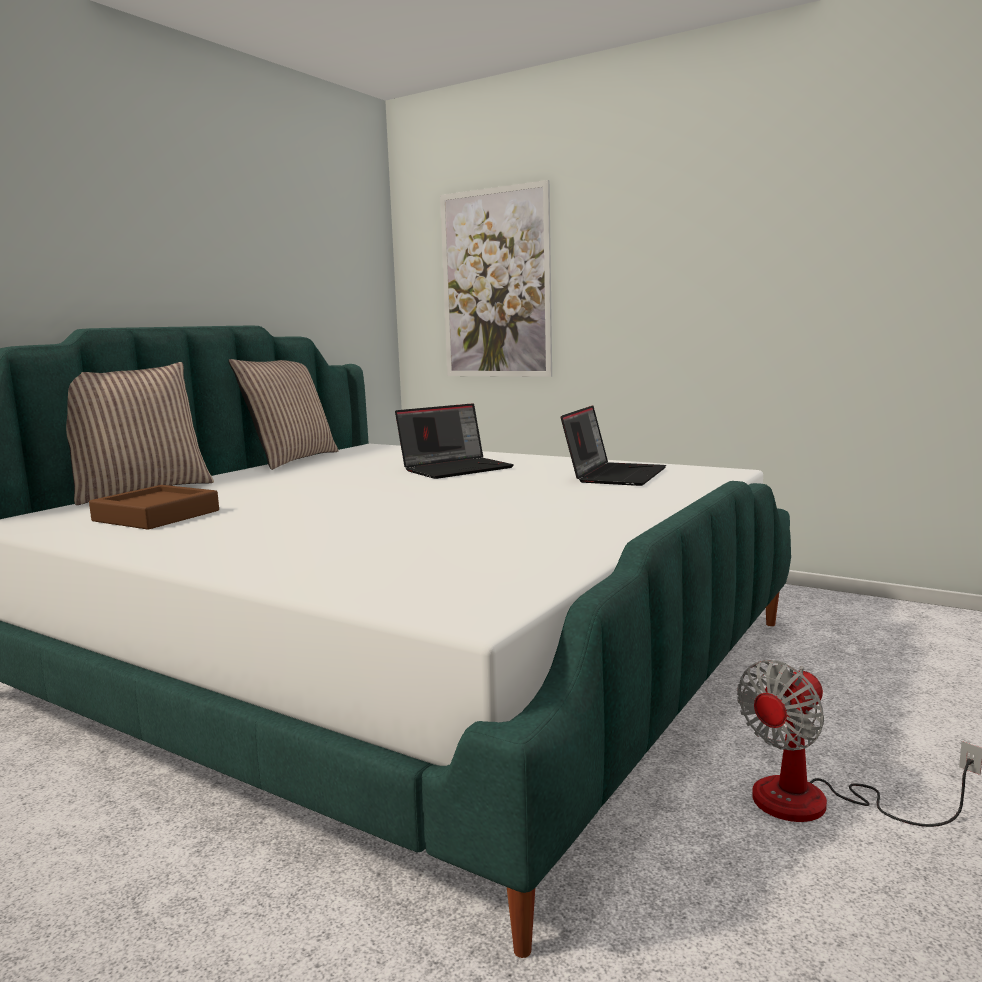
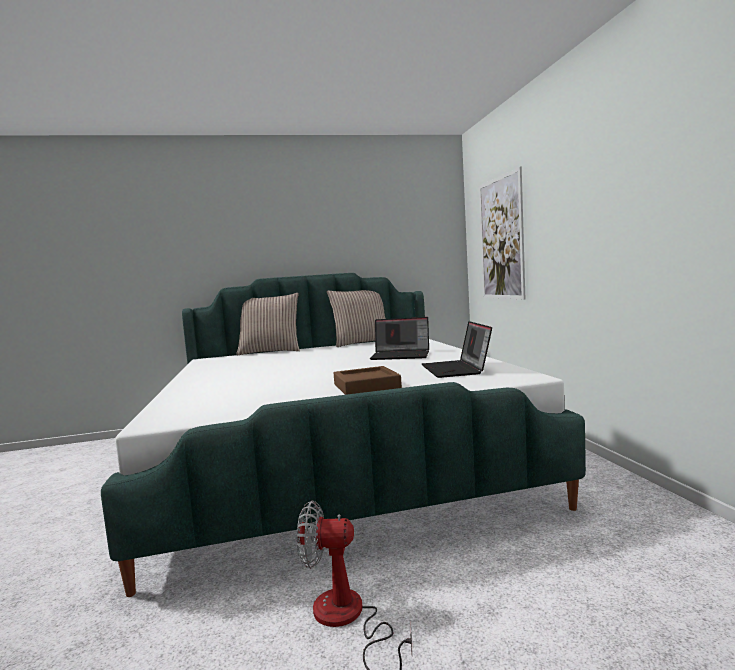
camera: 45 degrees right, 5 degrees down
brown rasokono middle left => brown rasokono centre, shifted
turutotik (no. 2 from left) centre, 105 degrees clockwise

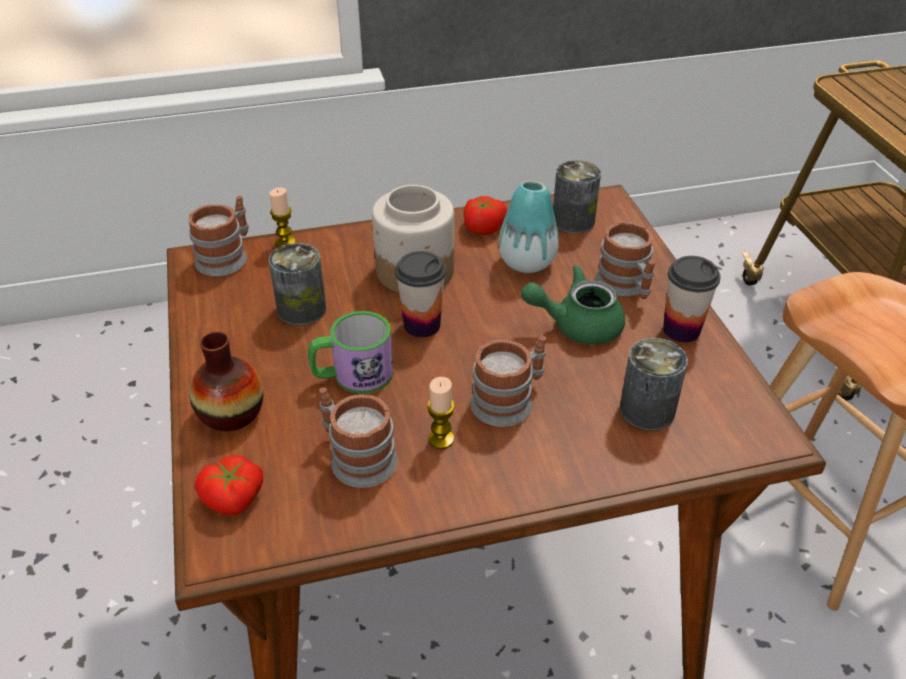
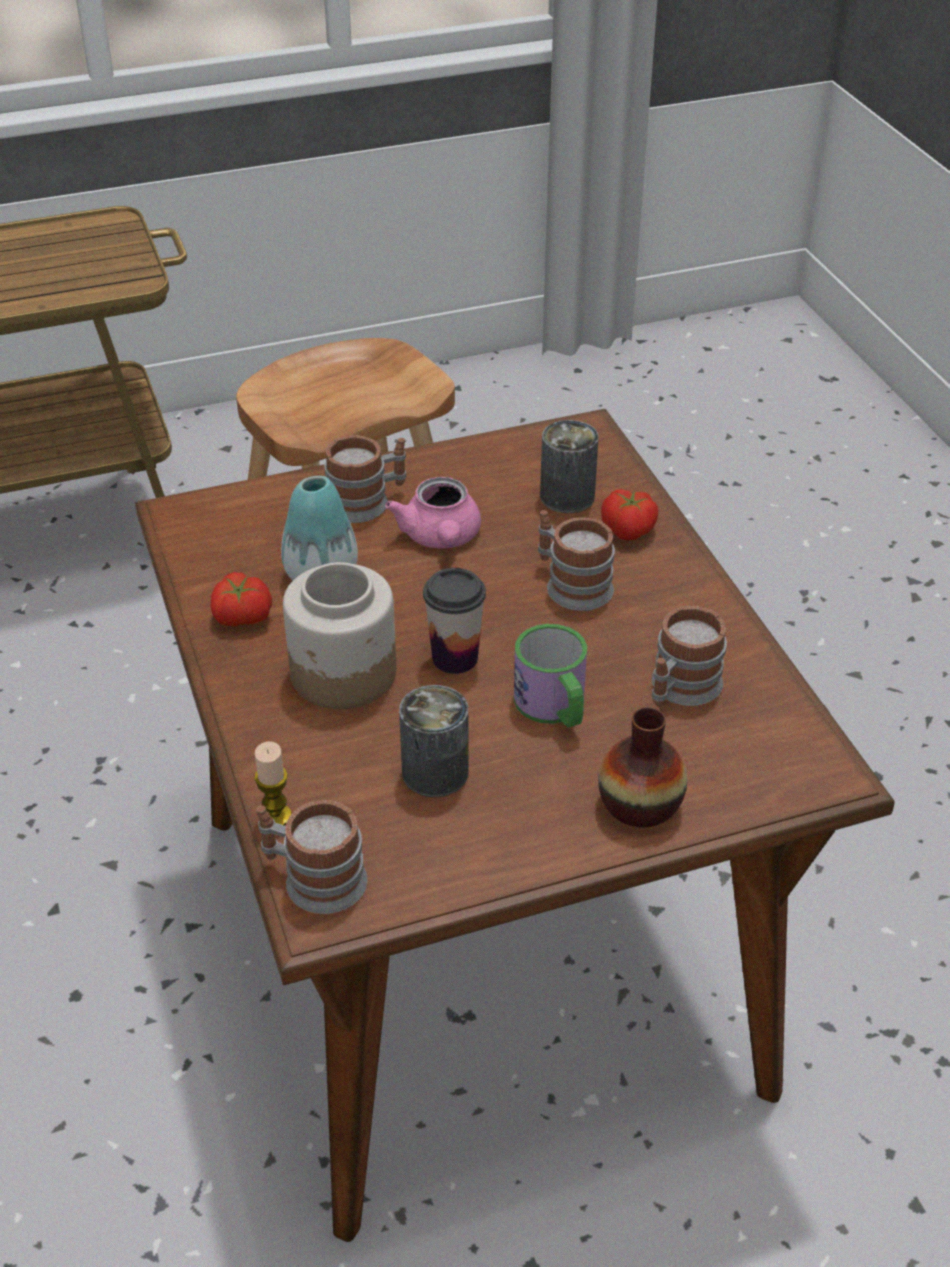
camera: 95 degrees left, 0 degrees up
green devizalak centre => pink devizalak centre
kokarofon (no. 1 from left in the first image) bottom left => kokarofon (no. 2 from left) centre, shifted
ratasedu (no. 2 from left) centre => nothing
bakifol (no. 2 from left) top centre => nothing
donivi (no. 2 from left) middle right => nothing

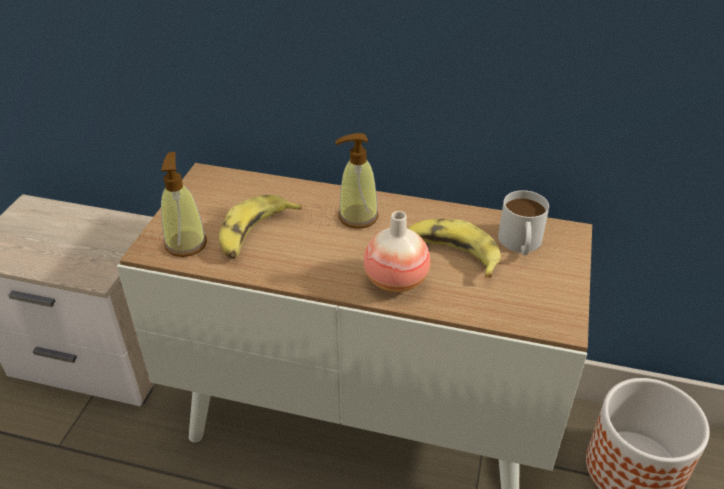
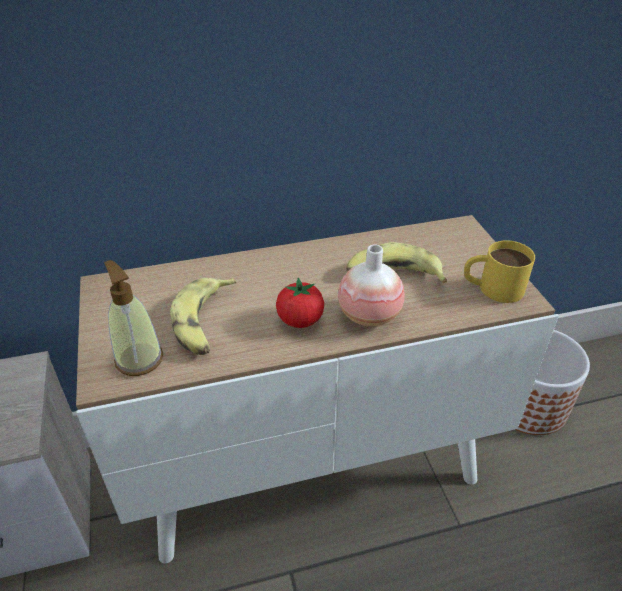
camera: 30 degrees left, 0 degrees up
nothing => kokarofon centre
nothing => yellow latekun middle right
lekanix (no. 2 from left) centre => nothing
white latekun middle right => nothing

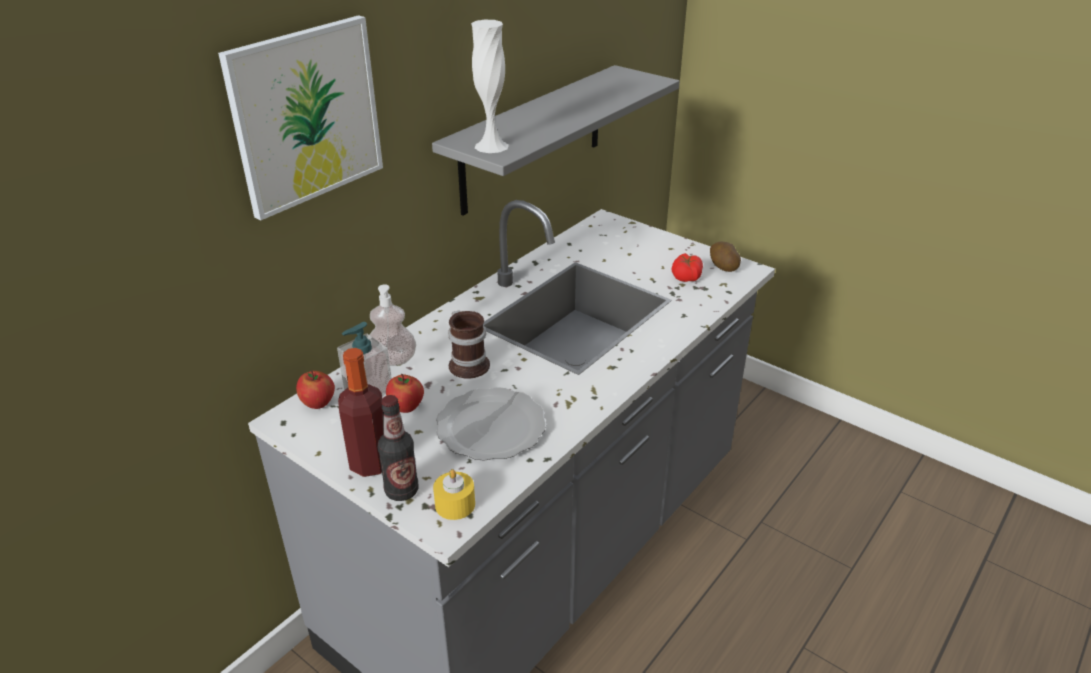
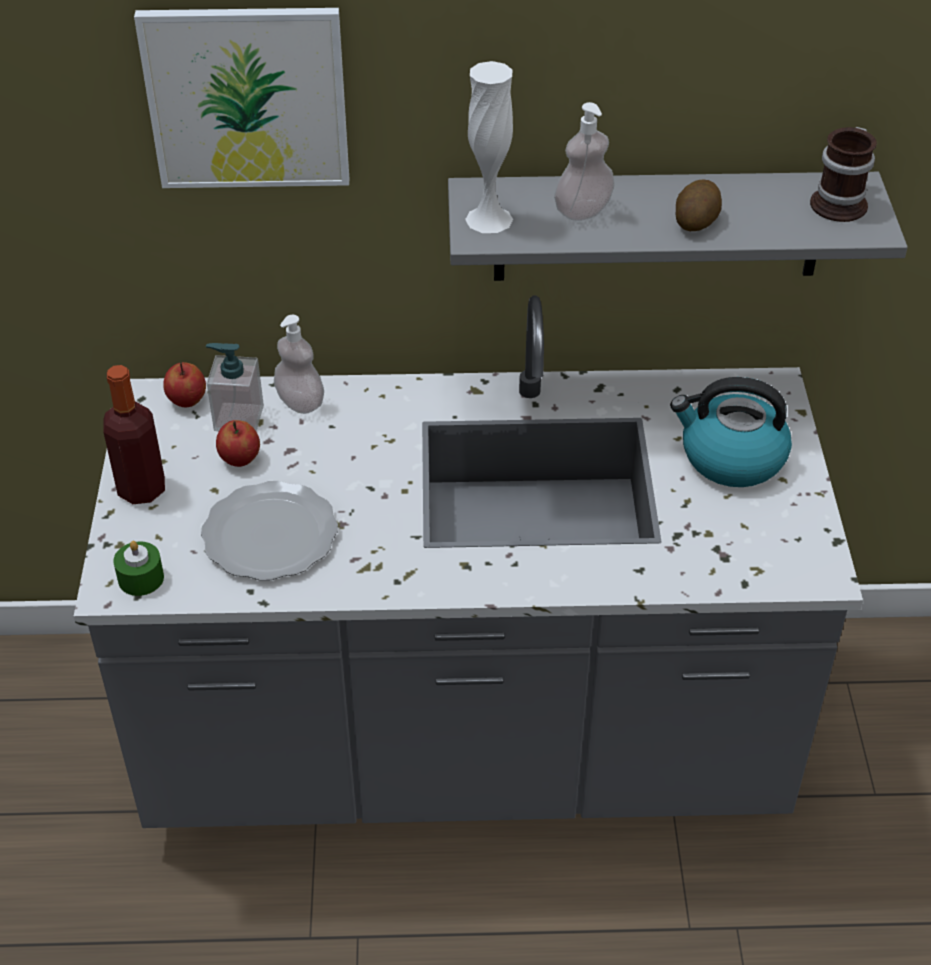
camera: 50 degrees right, 10 degrees up
yellow ratasedu bottom centre => green ratasedu middle left
nothing => lekanix (no. 3 from left) top centre
nothing => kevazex middle right
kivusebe centre => kivusebe top right, shifted
latekun centre => latekun top right, shifted
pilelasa (no. 2 from left) centre => nothing
kokarofon centre => nothing

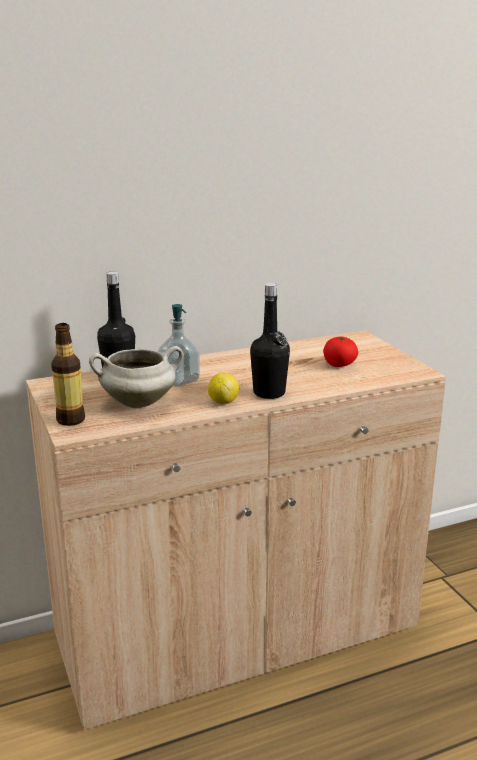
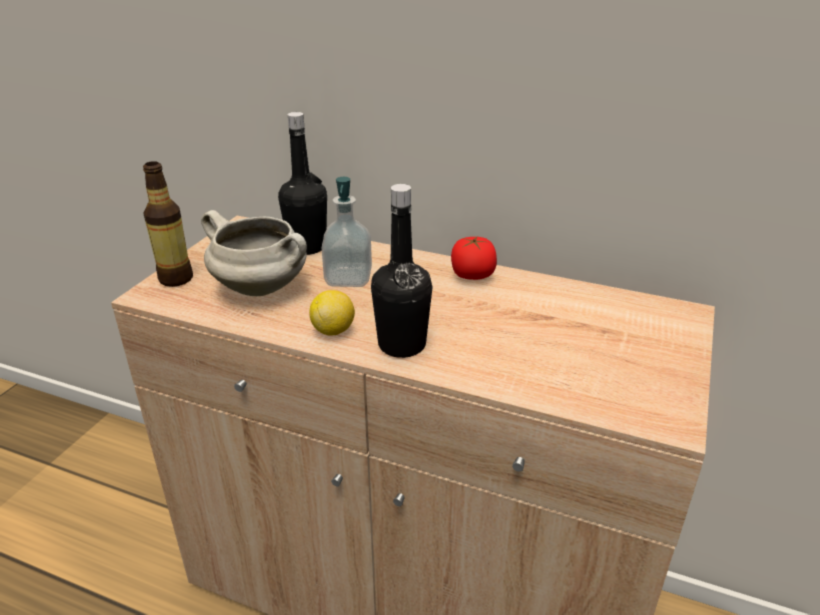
camera: 45 degrees right, 10 degrees up
kokarofon middle right => kokarofon centre, shifted

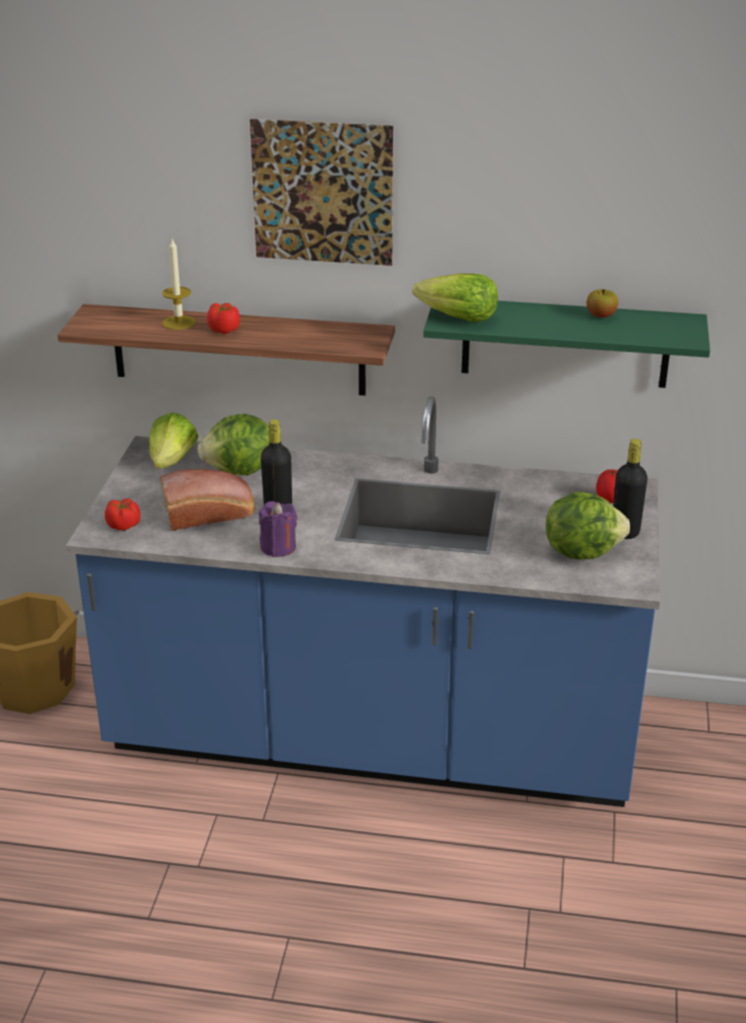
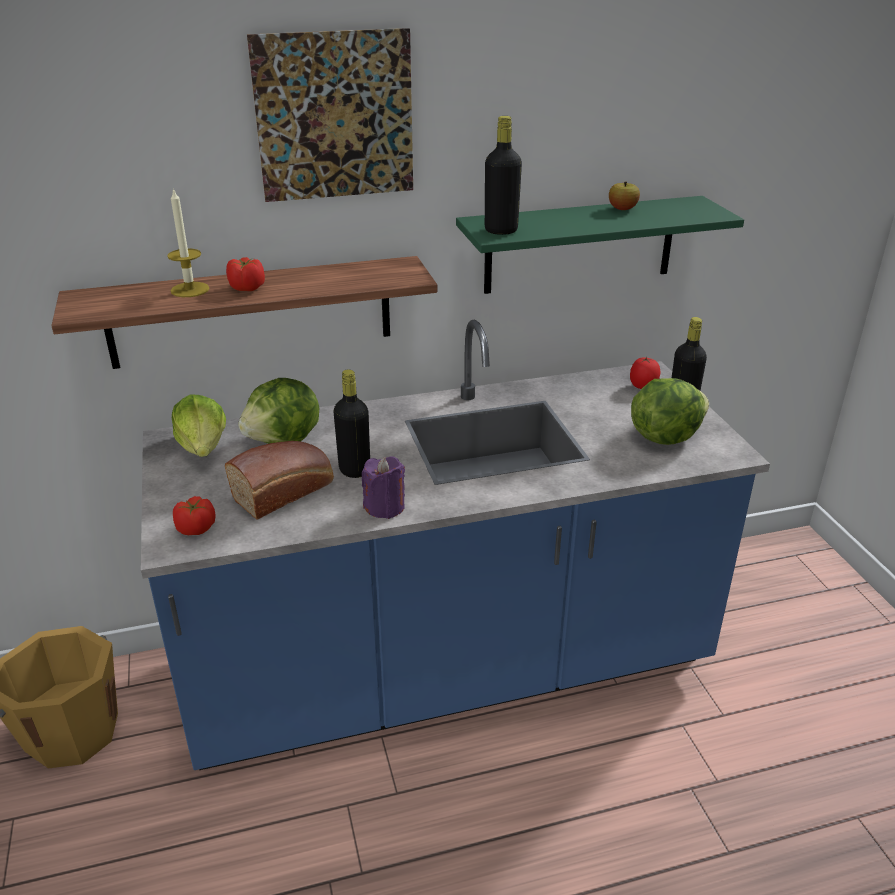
camera: 25 degrees left, 0 degrees up
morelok (no. 3 from left) top centre => black pilelasa (no. 2 from left) top centre

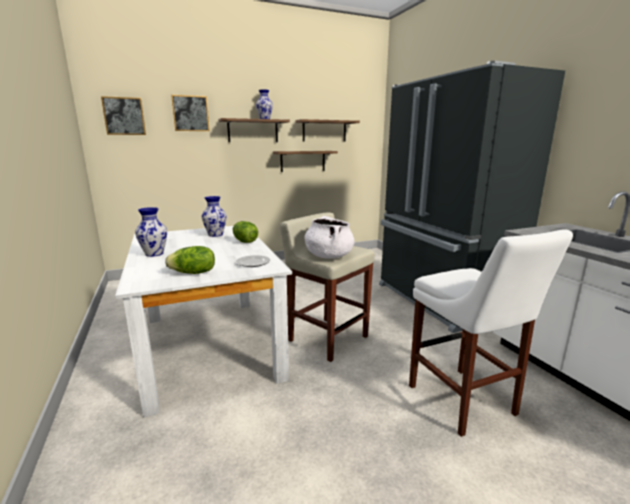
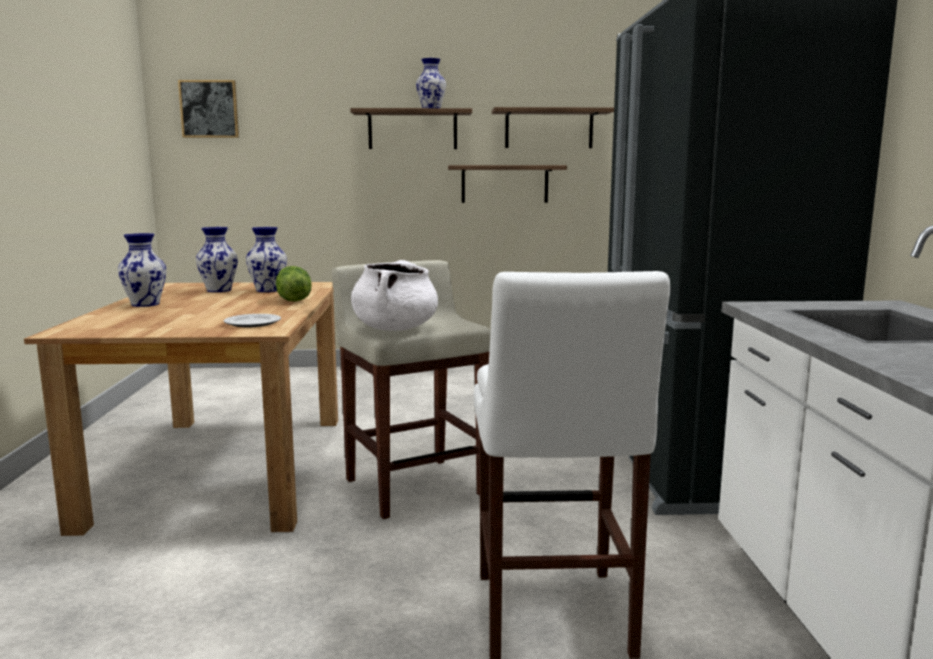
camera: 20 degrees right, 5 degrees down
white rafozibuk middle left => brown rafozibuk middle left
nothing => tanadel (no. 2 from left) middle left
morelok (no. 1 from left) middle left => nothing
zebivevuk (no. 2 from left) top left => nothing

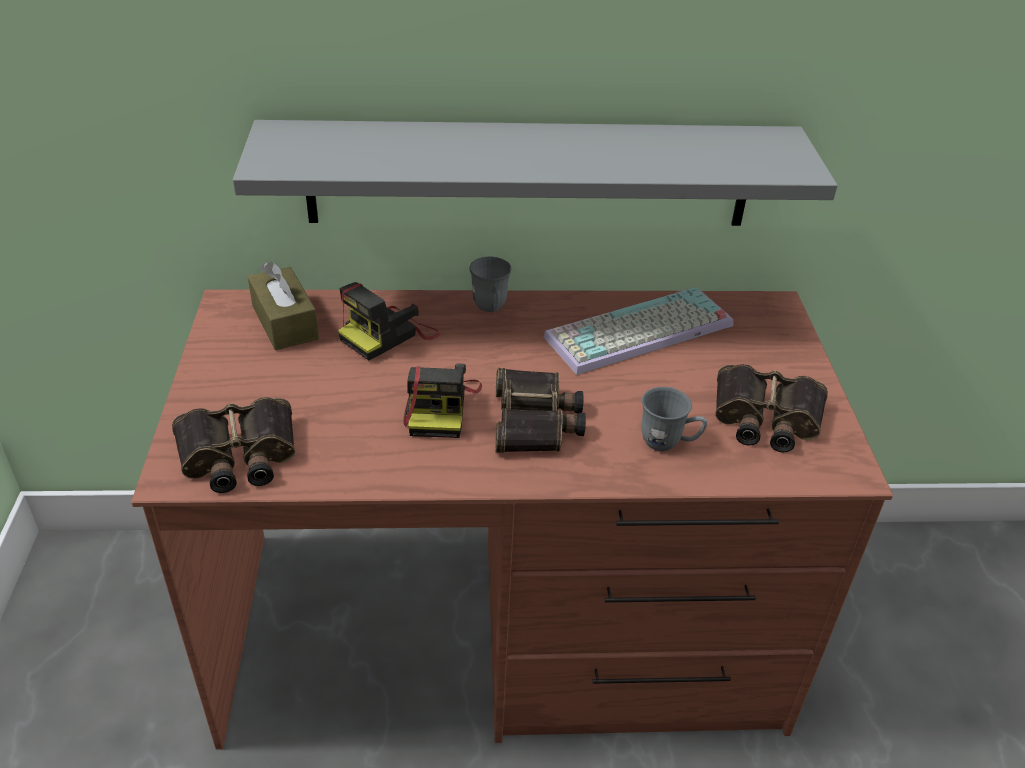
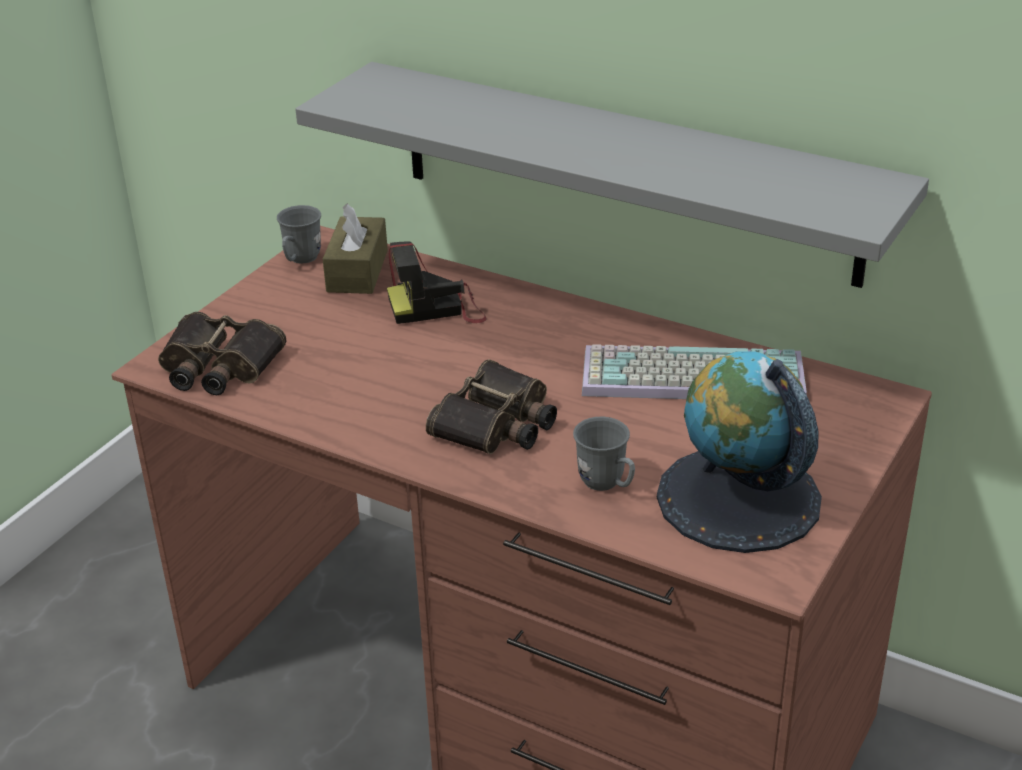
camera: 35 degrees right, 5 degrees down
grey latekun (no. 1 from left) centre => grey latekun (no. 1 from left) top left, shifted
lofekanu (no. 3 from left) middle right => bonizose middle right
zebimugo (no. 2 from left) centre => nothing

